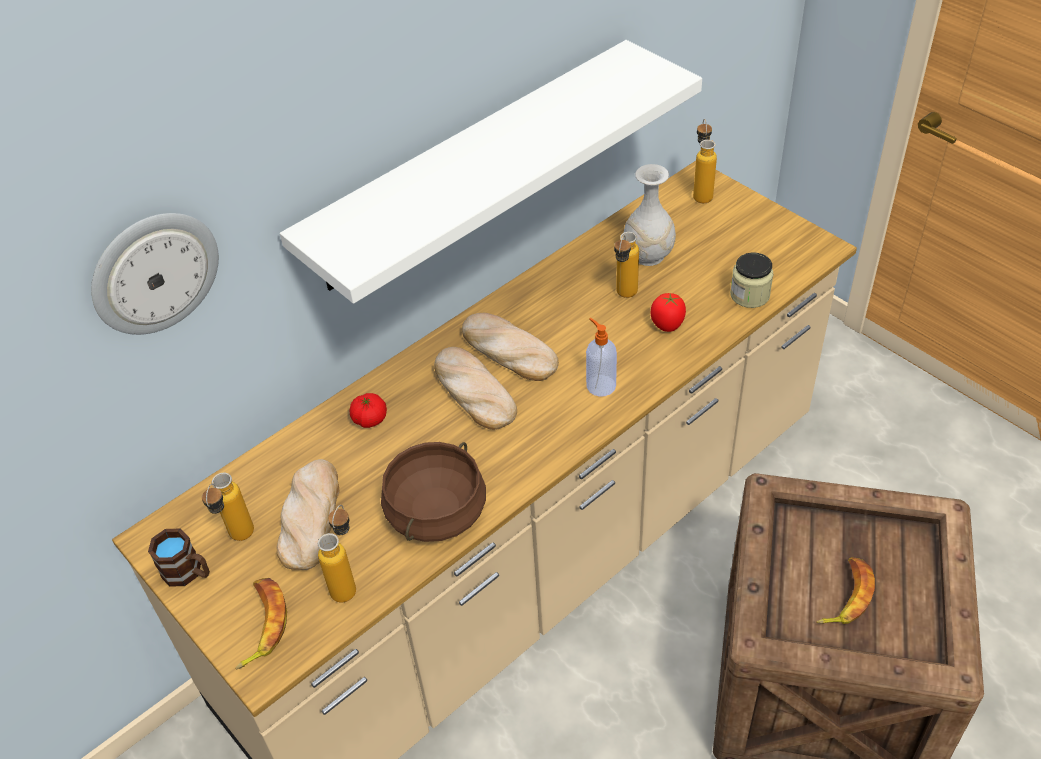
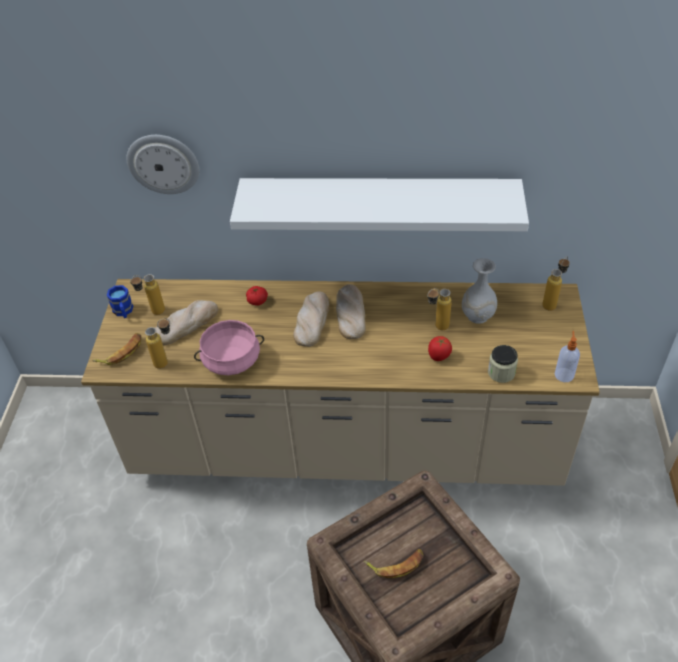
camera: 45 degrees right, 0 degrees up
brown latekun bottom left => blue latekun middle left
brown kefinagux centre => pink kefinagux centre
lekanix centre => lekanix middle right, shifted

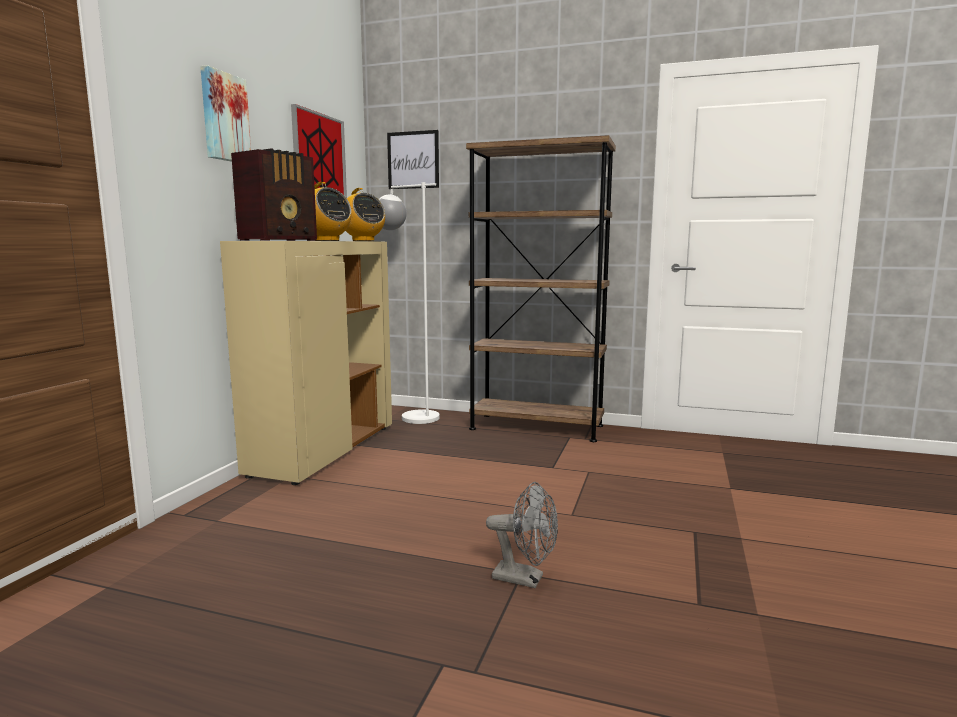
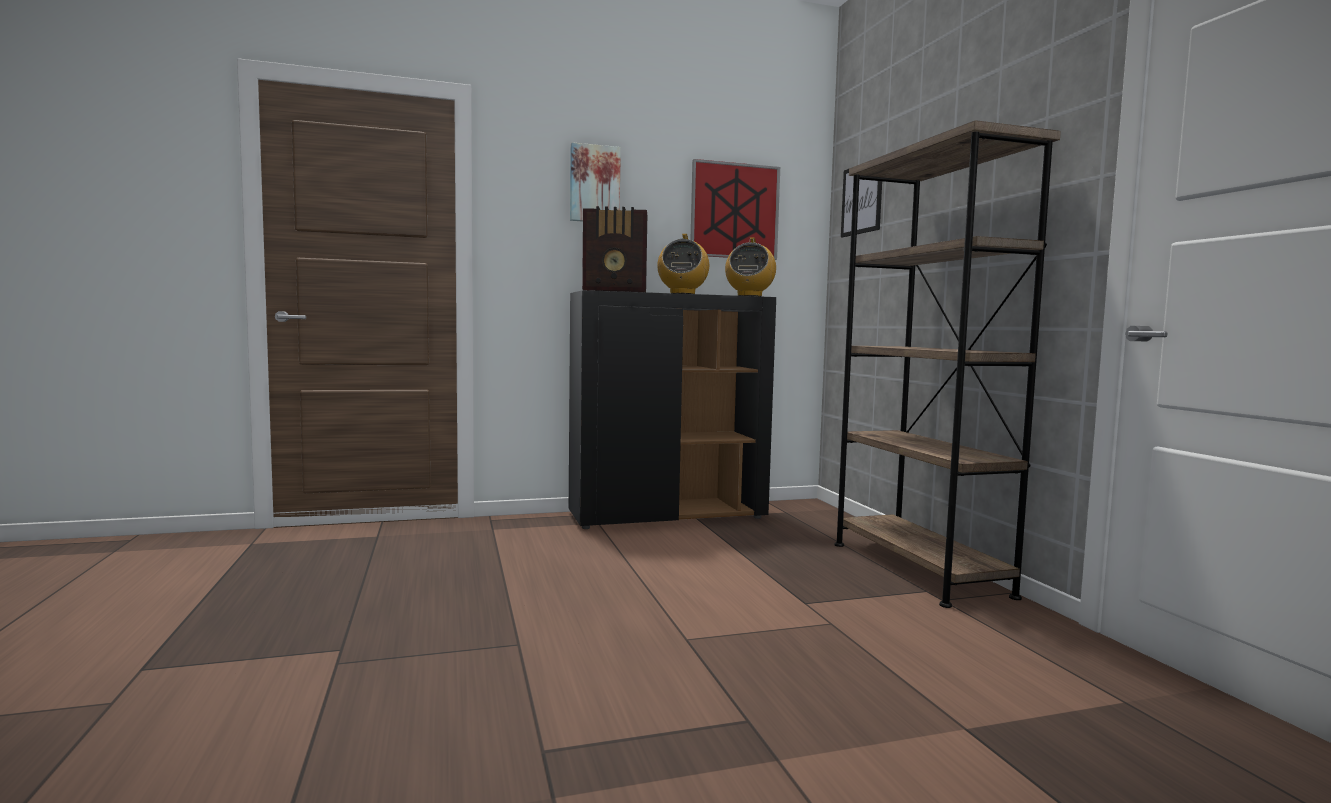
camera: 55 degrees right, 5 degrees down
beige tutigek middle left => black tutigek centre
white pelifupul centre => nothing
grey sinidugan bottom centre => nothing

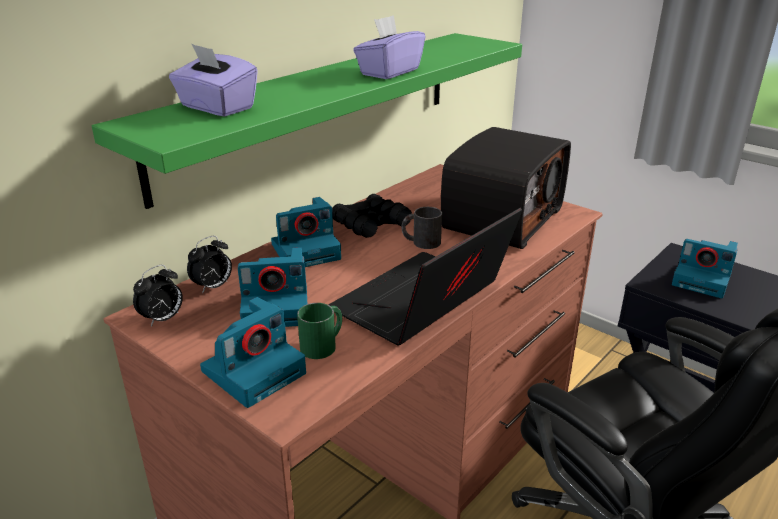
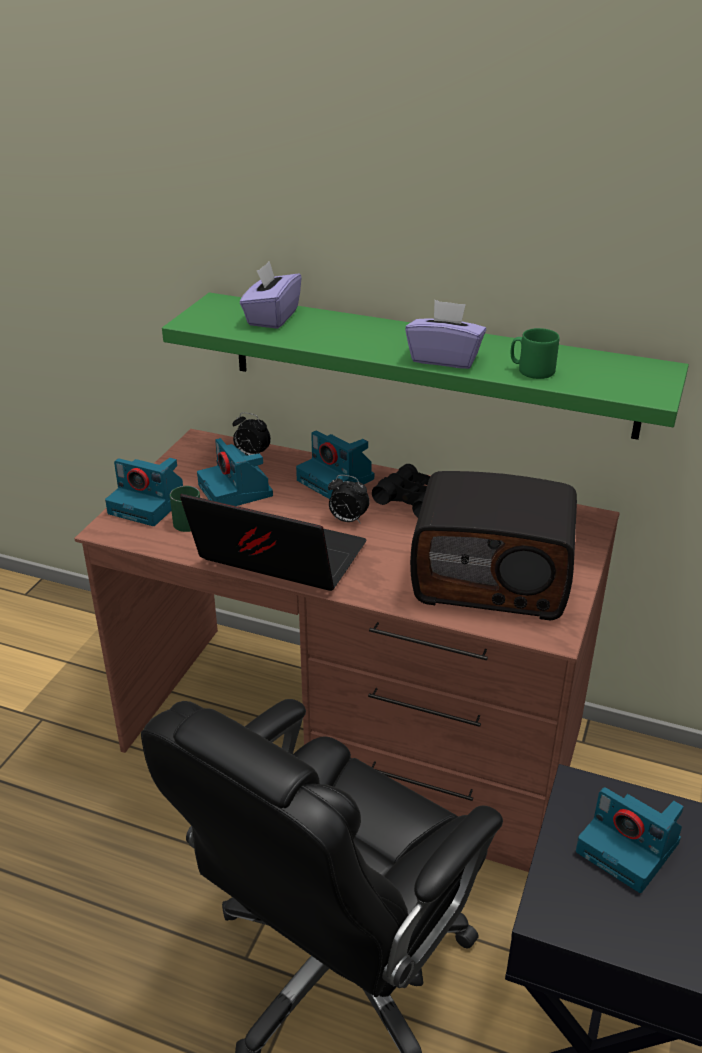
camera: 70 degrees right, 5 degrees up
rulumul (no. 1 from left in the first image) middle left => rulumul (no. 2 from left) centre, shifted
nothing => green latekun (no. 2 from left) middle right
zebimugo (no. 4 from left) middle right => zebimugo (no. 4 from left) bottom right, 60 degrees counterclockwise
black latekun centre => nothing

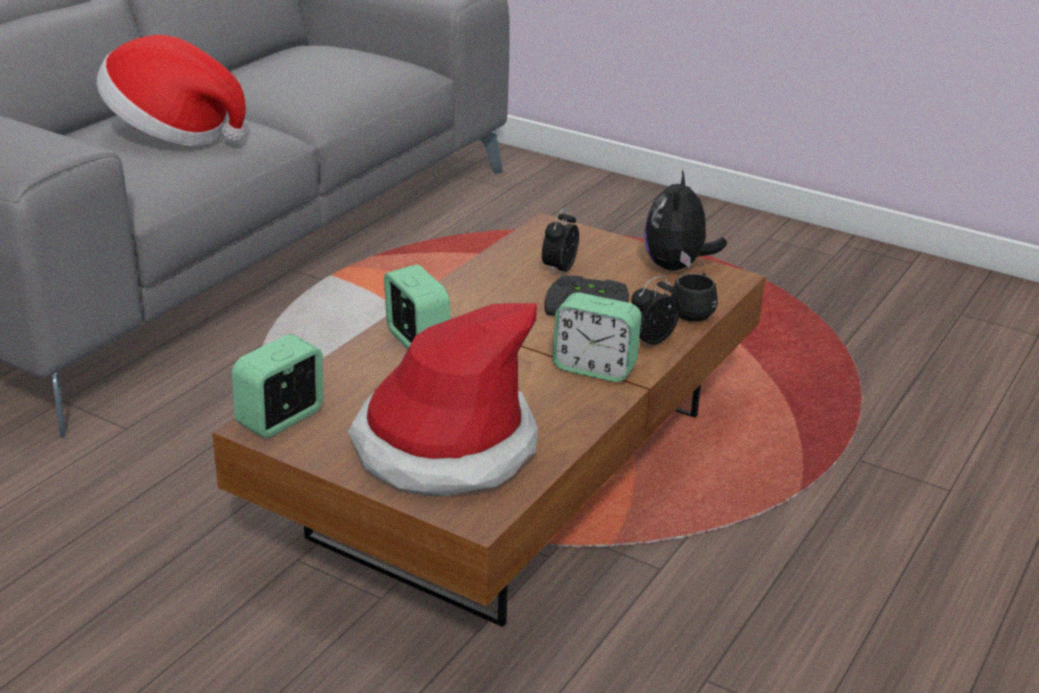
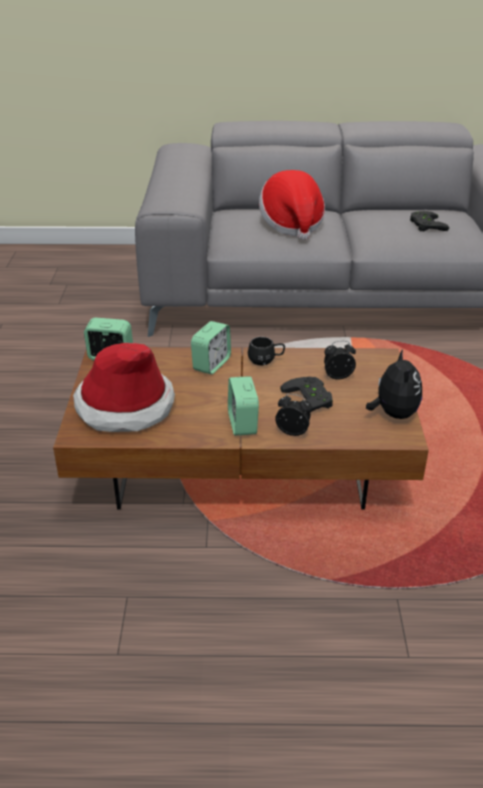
camera: 60 degrees right, 5 degrees up
black latekun middle right => black latekun centre, shifted
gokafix top centre => gokafix middle right, 105 degrees clockwise
nothing => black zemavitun (no. 2 from left) top right

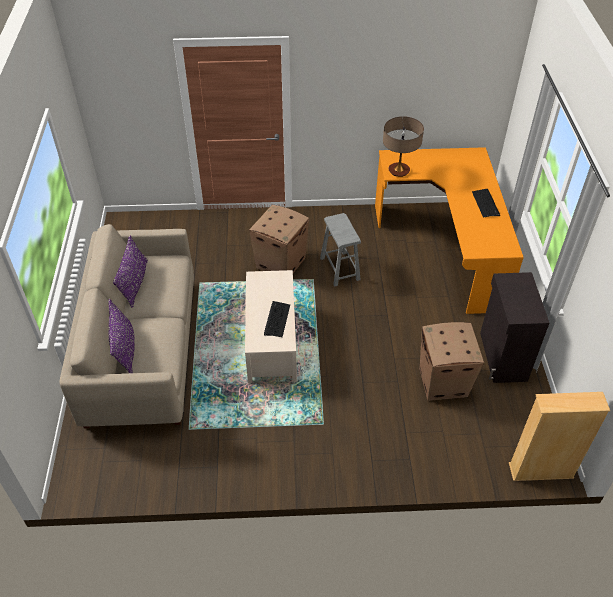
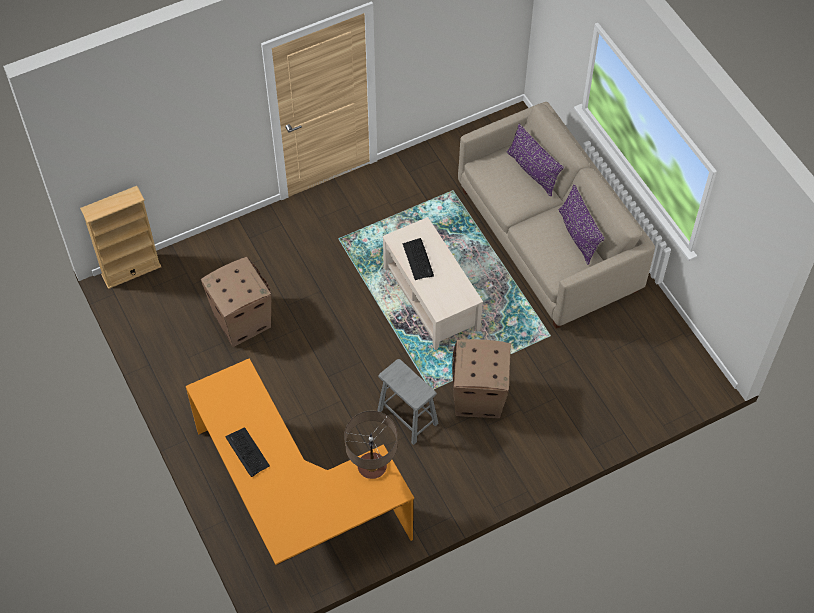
camera: 155 degrees right, 10 degrees up
black tutigek middle right => nothing

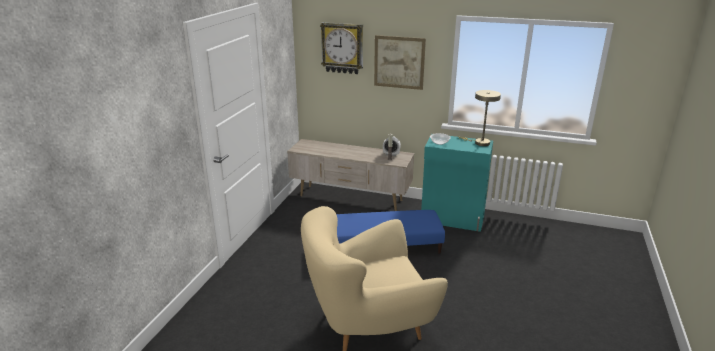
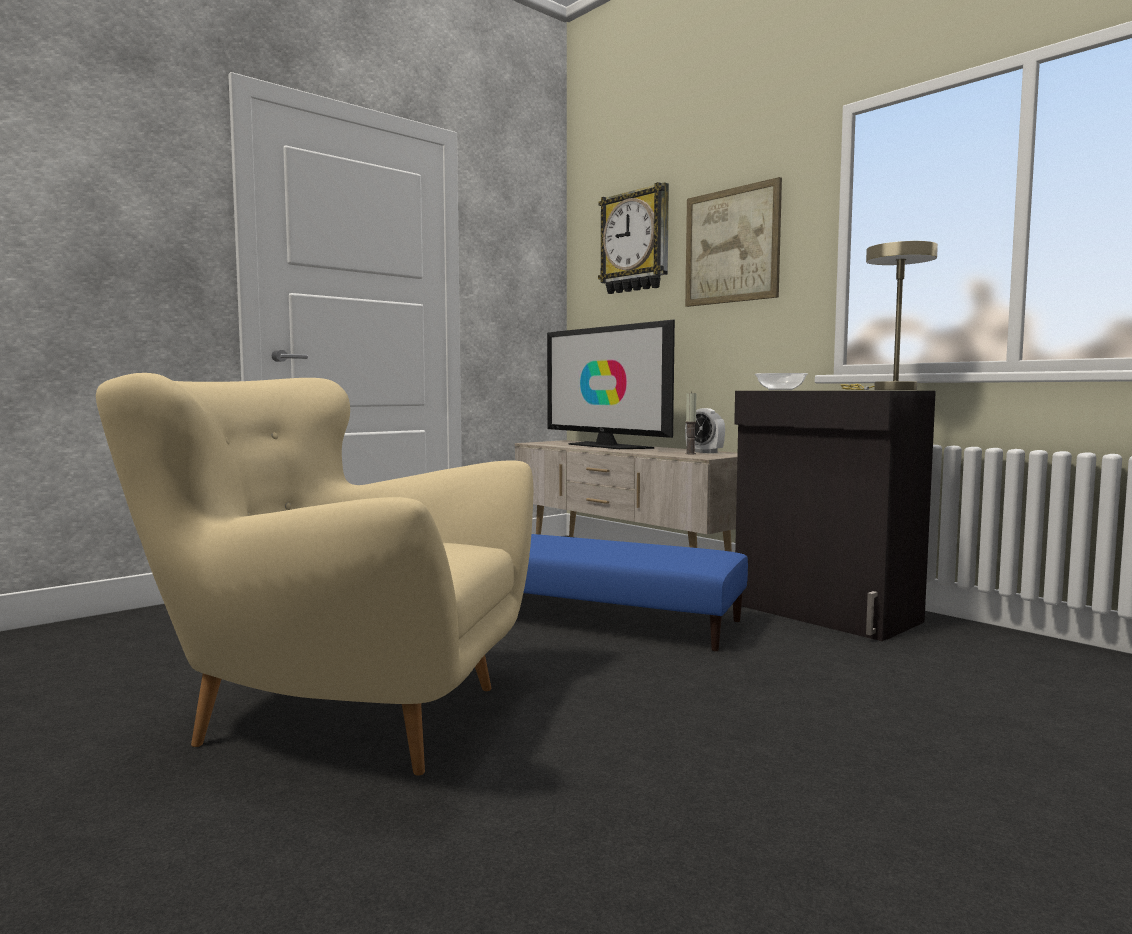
camera: 30 degrees right, 20 degrees down
nothing => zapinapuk centre
turquoise tutigek centre => black tutigek middle right

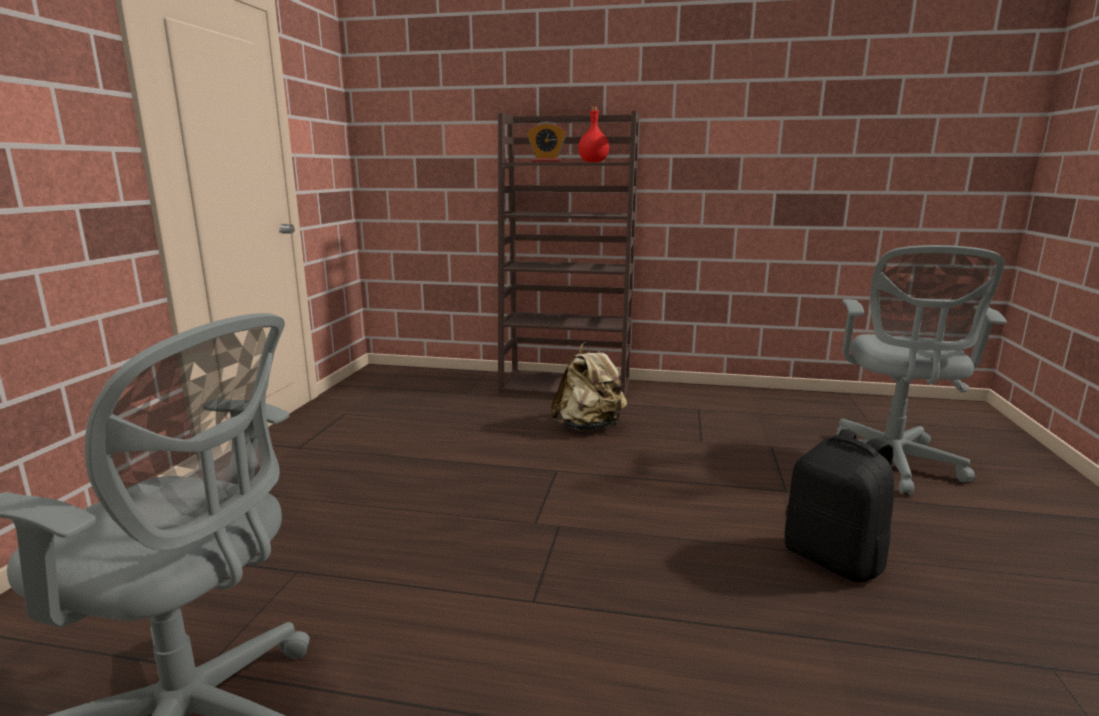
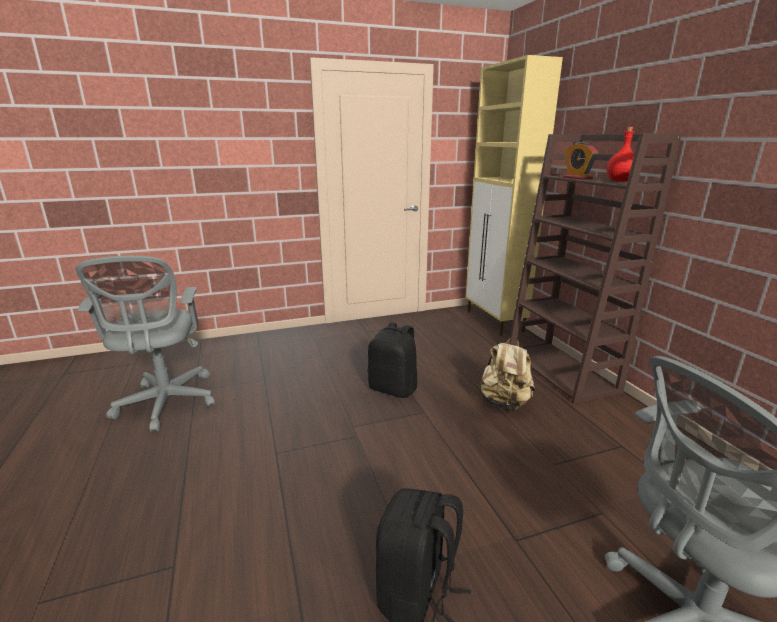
camera: 60 degrees right, 5 degrees up
nothing => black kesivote (no. 1 from left) centre
nothing => beige tutigek top centre

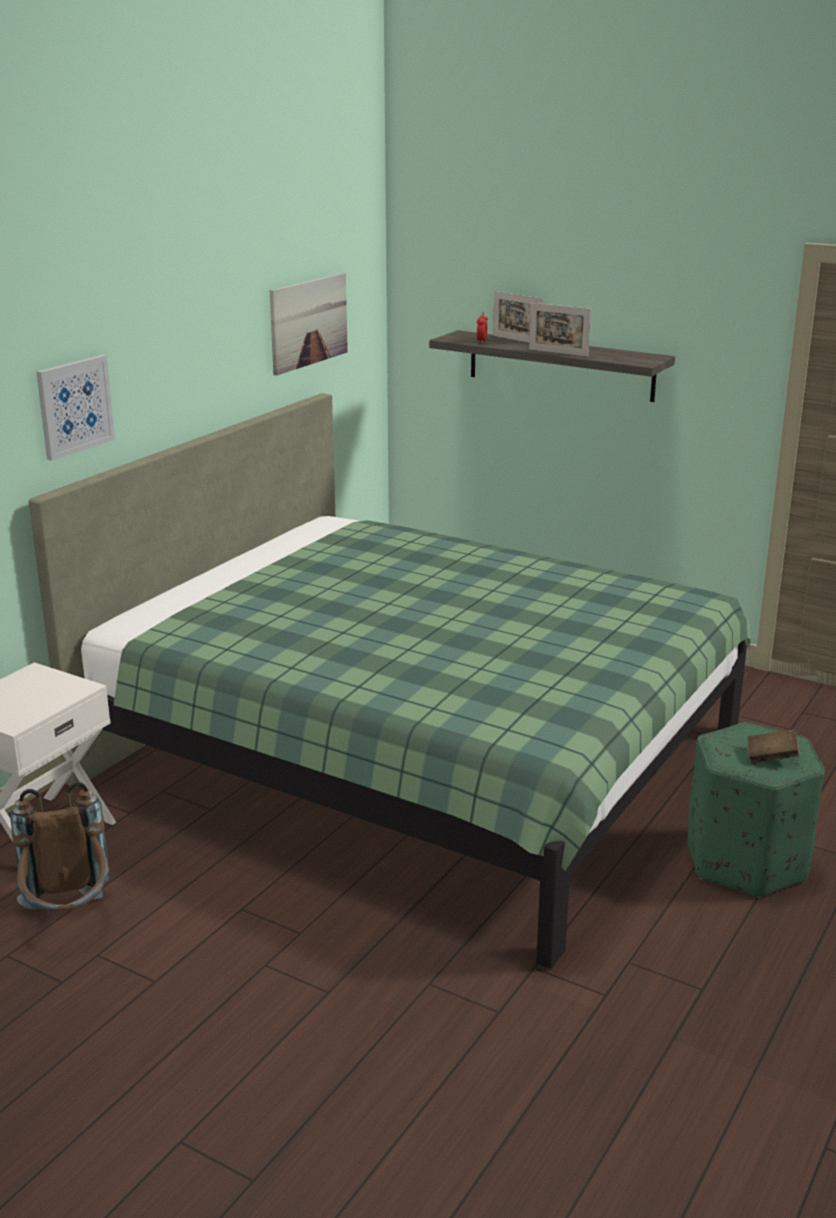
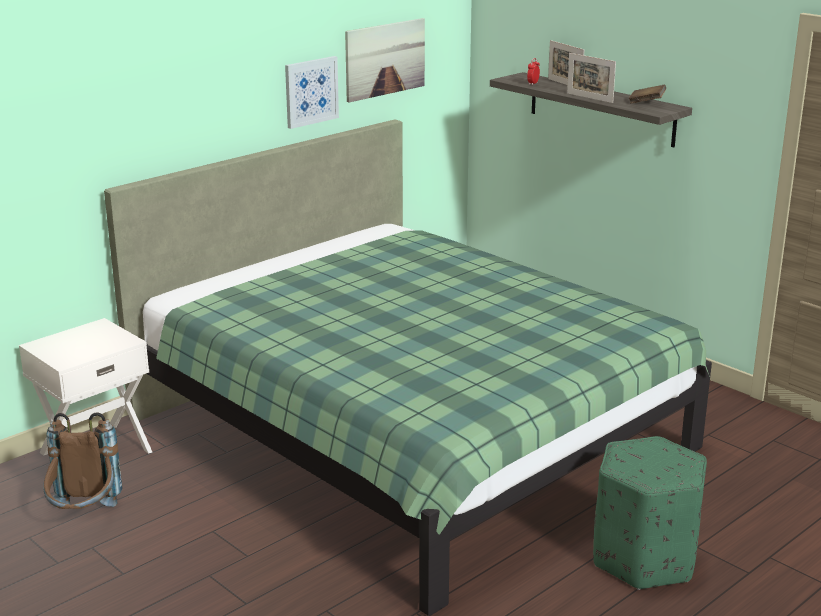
camera: 15 degrees right, 0 degrees up
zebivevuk (no. 1 from left) middle left => zebivevuk (no. 1 from left) top centre, shifted
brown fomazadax middle right => brown fomazadax top right, shifted

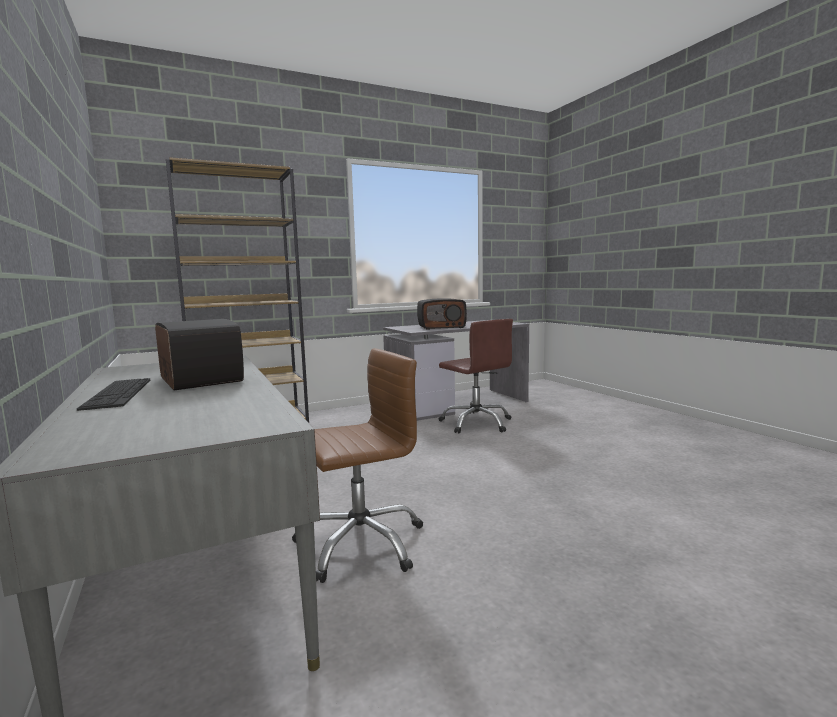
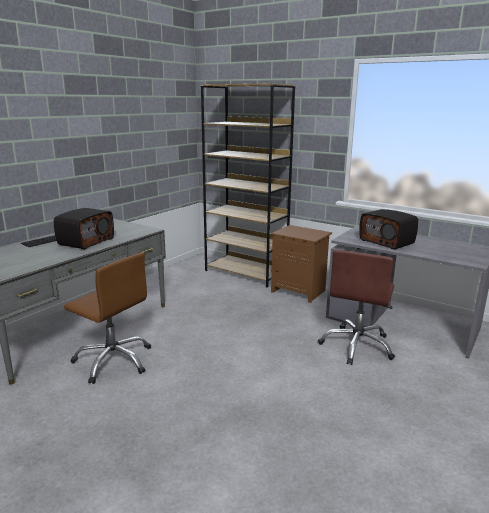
camera: 60 degrees right, 10 degrees up
nothing => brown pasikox centre

